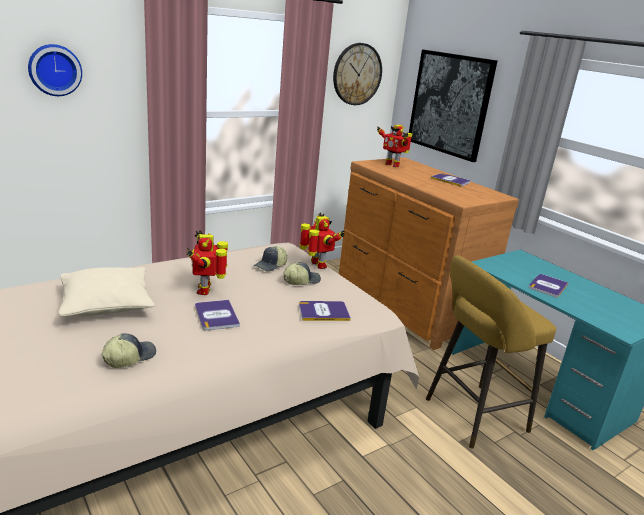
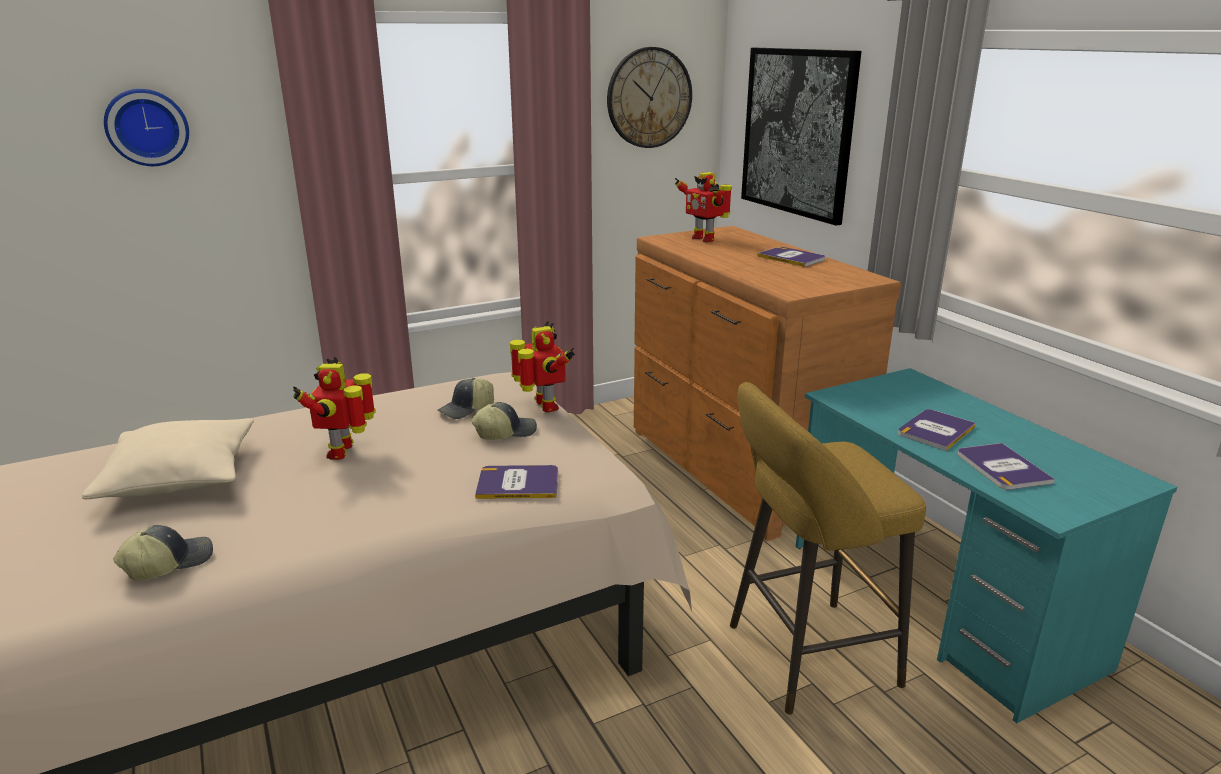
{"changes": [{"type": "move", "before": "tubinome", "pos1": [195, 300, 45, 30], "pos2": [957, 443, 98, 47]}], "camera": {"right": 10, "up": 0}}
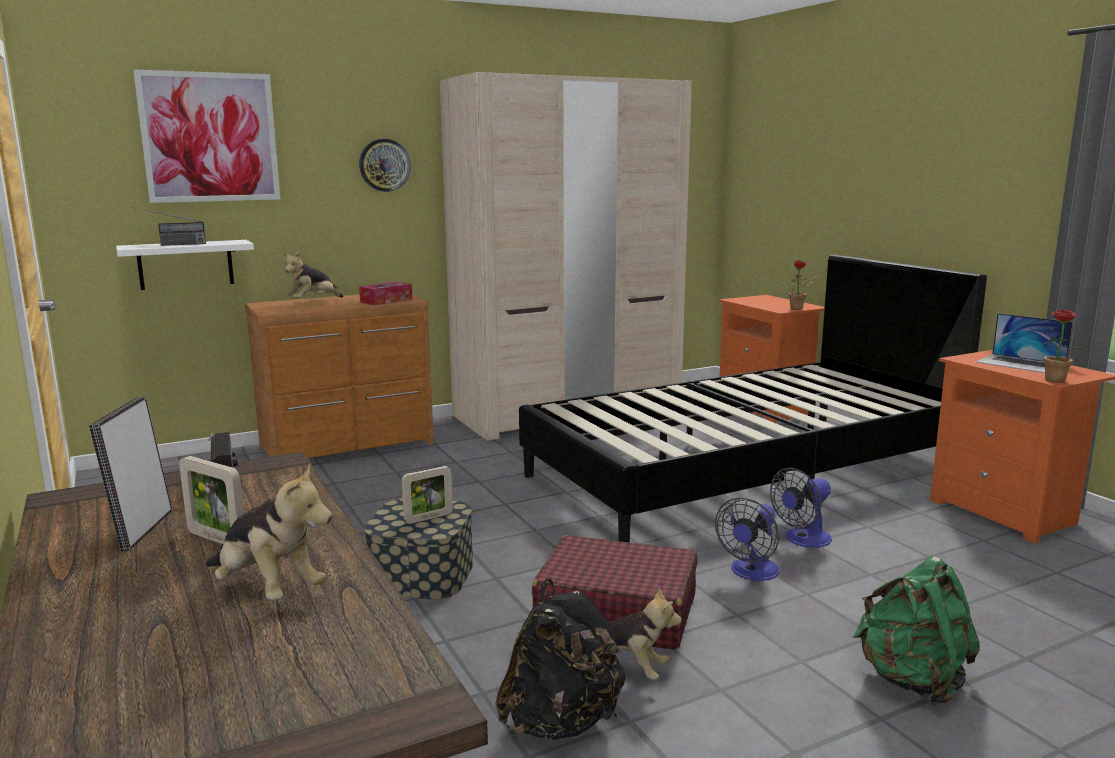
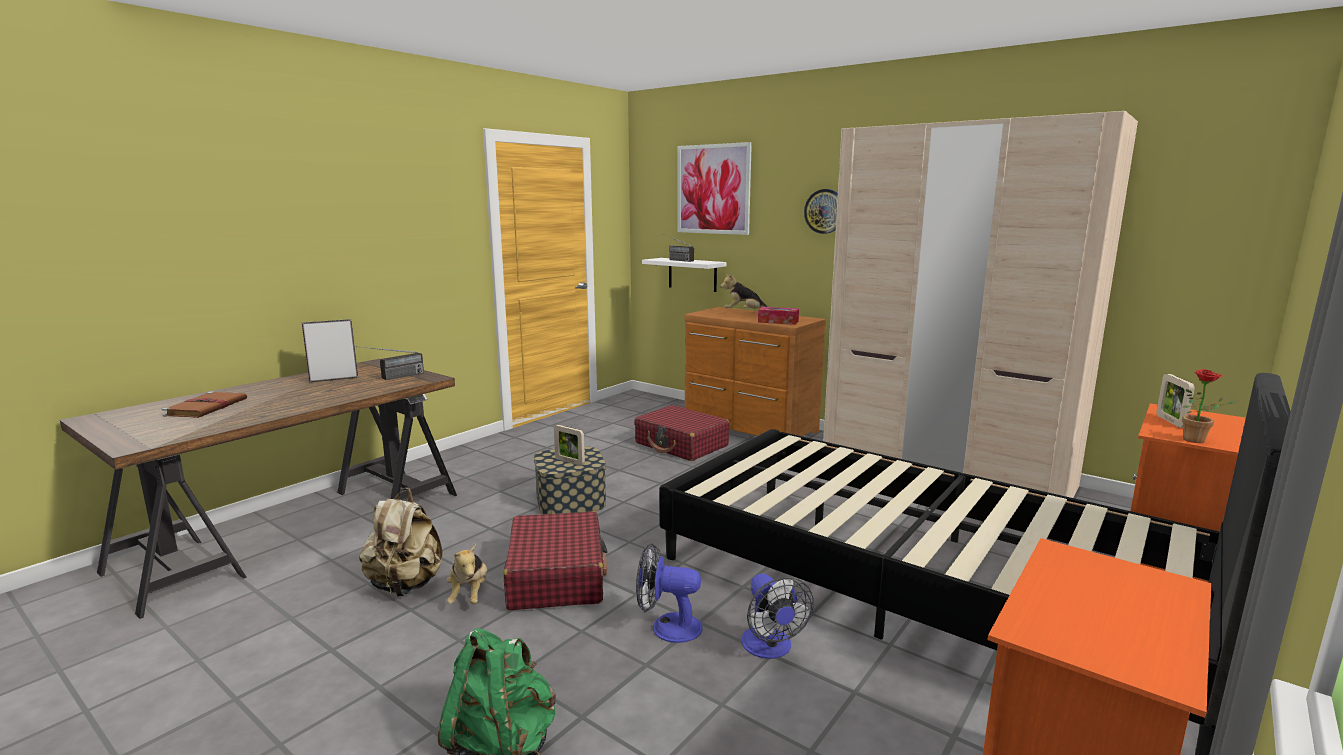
{"changes": [{"type": "insert", "after": "tubinome (brown)", "pos2": [162, 391, 85, 27]}, {"type": "recolor", "before": "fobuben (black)", "after": "fobuben (beige)", "pos1": [495, 578, 131, 162], "pos2": [359, 488, 84, 109]}, {"type": "insert", "after": "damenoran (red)", "pos2": [634, 405, 95, 56]}, {"type": "rotate", "before": "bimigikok", "pos1": [770, 468, 62, 80], "pos2": [742, 574, 72, 85], "turn": -135}, {"type": "move", "before": "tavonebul", "pos1": [179, 456, 65, 88], "pos2": [1156, 374, 39, 54]}, {"type": "delete", "before": "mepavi", "pos1": [206, 463, 126, 137]}, {"type": "delete", "before": "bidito", "pos1": [976, 313, 97, 60]}, {"type": "delete", "before": "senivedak", "pos1": [1043, 310, 43, 73]}], "camera": {"right": 65, "up": 0}}
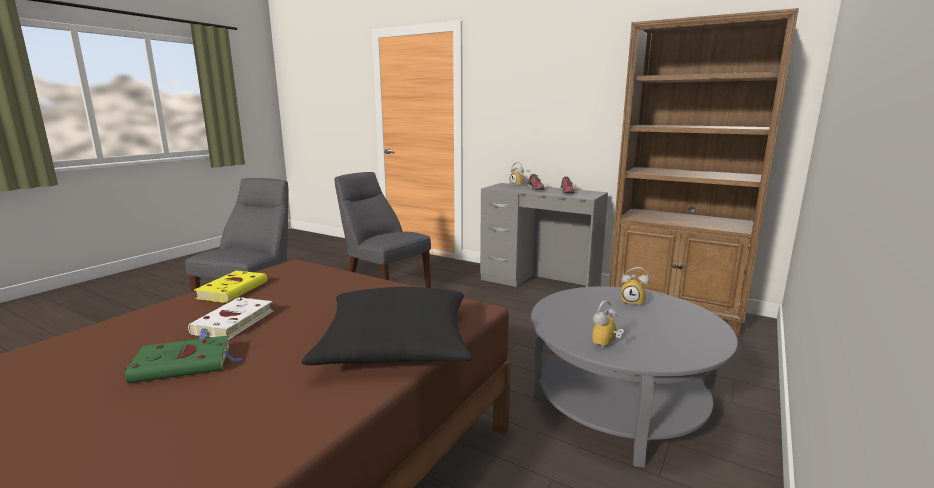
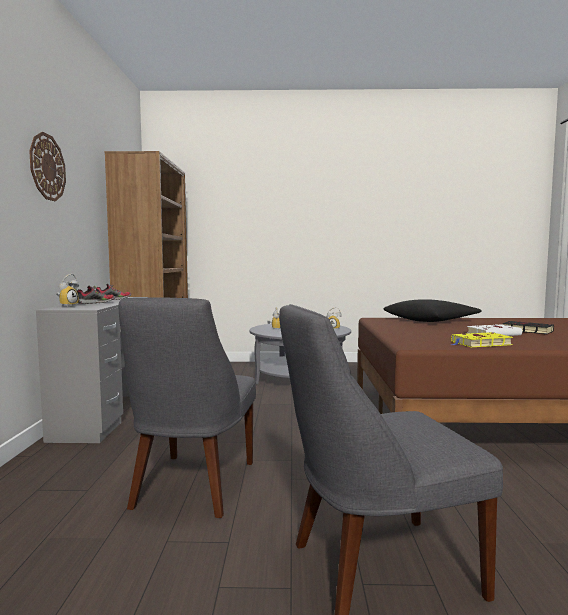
{"changes": [{"type": "insert", "after": "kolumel", "pos2": [29, 132, 37, 69]}, {"type": "recolor", "before": "tubinome (green)", "after": "tubinome (black)", "pos1": [125, 335, 119, 48], "pos2": [502, 321, 52, 13]}], "camera": {"right": -120, "up": -10}}
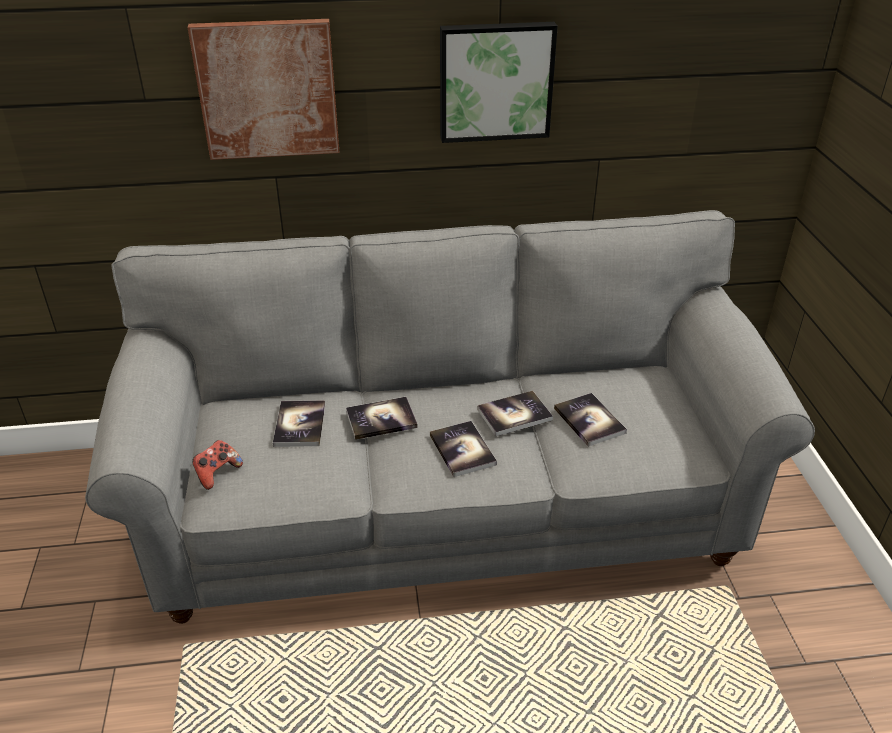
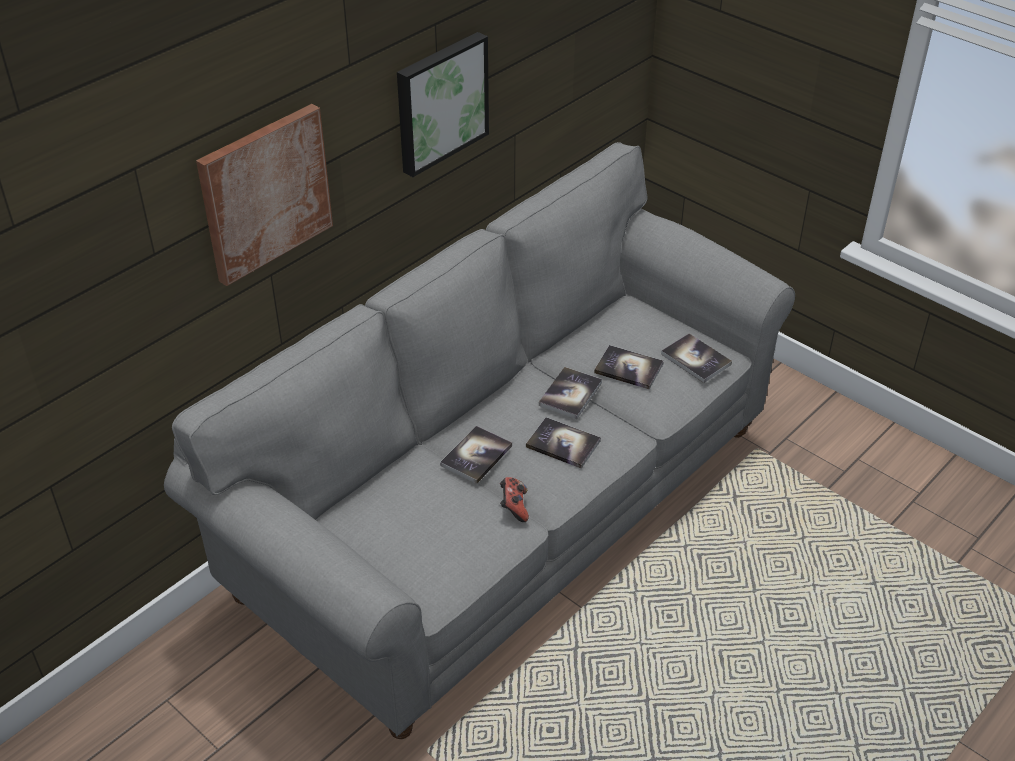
{"changes": [{"type": "move", "before": "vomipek", "pos1": [193, 440, 50, 50], "pos2": [500, 477, 29, 45]}, {"type": "move", "before": "tubinome", "pos1": [273, 400, 52, 47], "pos2": [661, 333, 71, 50]}], "camera": {"right": -40, "up": 5}}
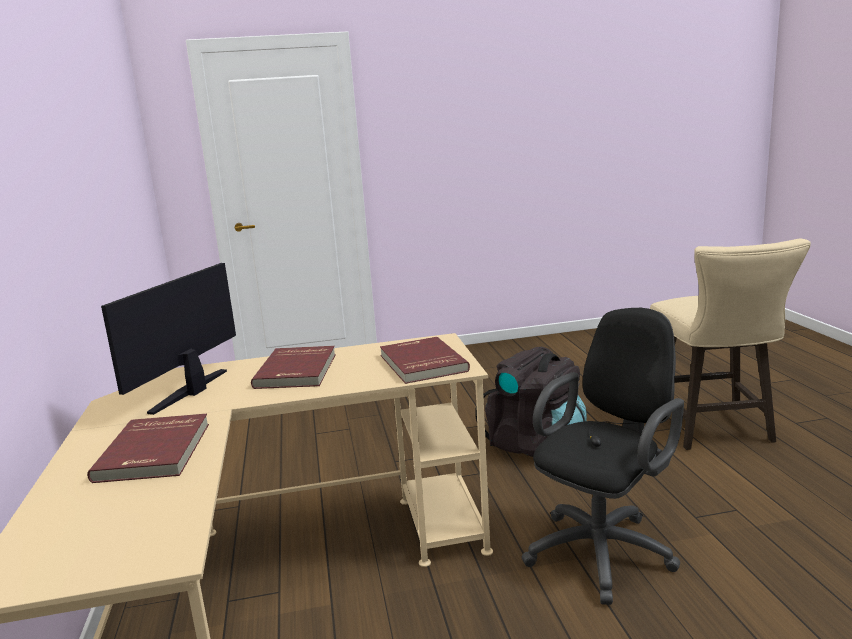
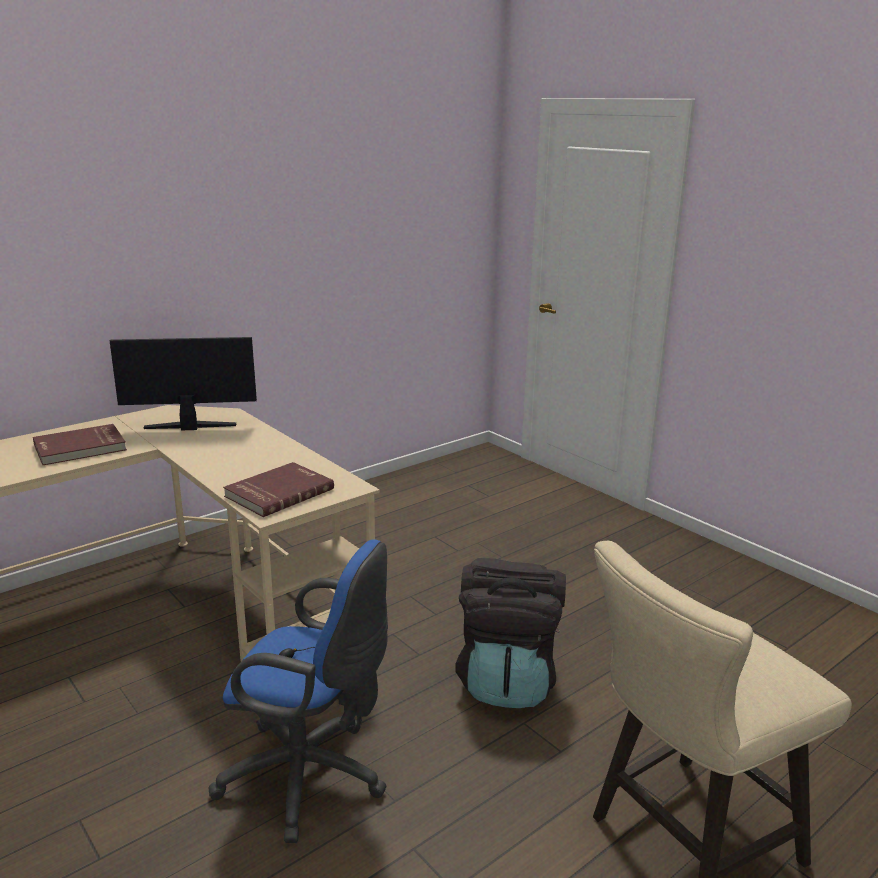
{"changes": [{"type": "recolor", "before": "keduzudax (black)", "after": "keduzudax (blue)", "pos1": [522, 308, 162, 297], "pos2": [209, 539, 179, 304]}, {"type": "delete", "before": "tubinome (red)", "pos1": [251, 346, 85, 43]}], "camera": {"right": 60, "up": 5}}
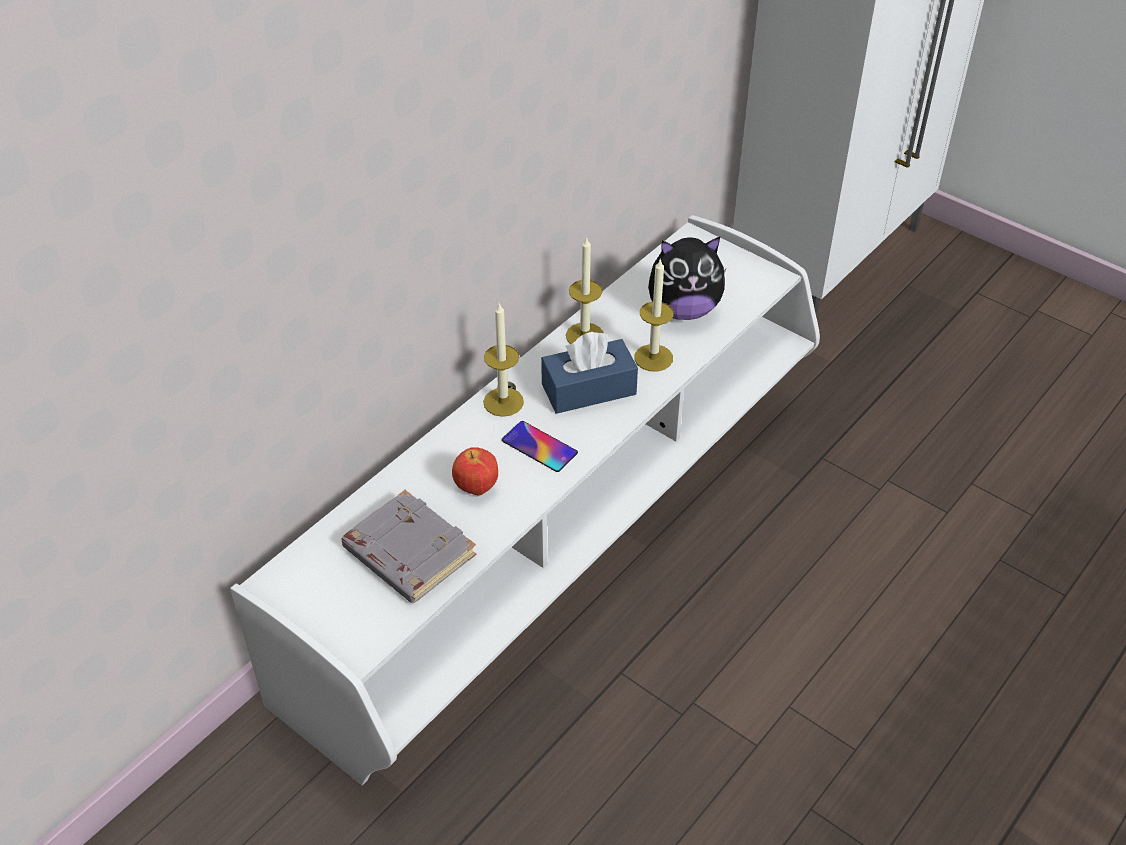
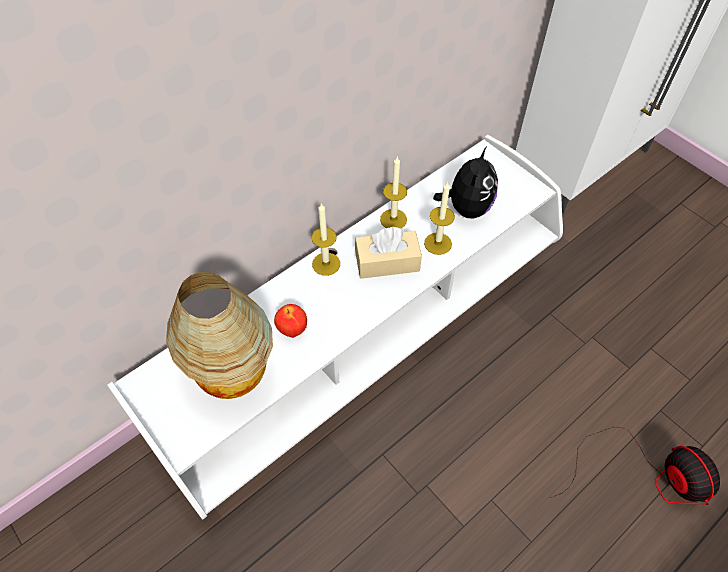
{"changes": [{"type": "replace", "before": "tubinome (grey)", "after": "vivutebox", "pos1": [341, 490, 136, 113], "pos2": [166, 272, 107, 127]}, {"type": "recolor", "before": "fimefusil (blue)", "after": "fimefusil (beige)", "pos1": [541, 332, 97, 82], "pos2": [355, 227, 67, 52]}, {"type": "rotate", "before": "mepavi", "pos1": [648, 237, 78, 83], "pos2": [433, 147, 65, 72], "turn": -75}, {"type": "insert", "after": "bimigikok", "pos2": [550, 427, 170, 78]}, {"type": "delete", "before": "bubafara", "pos1": [502, 421, 76, 51]}], "camera": {"right": 10, "up": 10}}
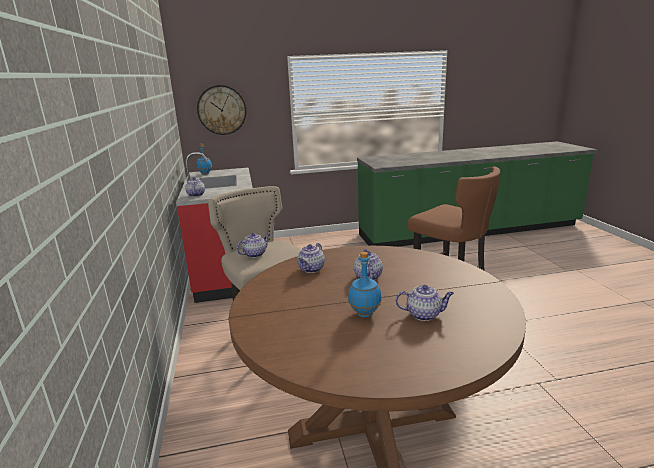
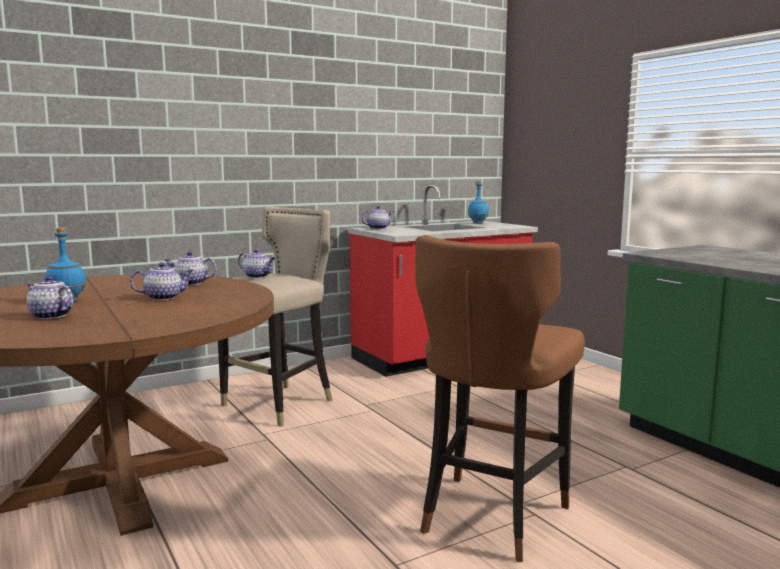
{"changes": [{"type": "rotate", "before": "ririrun", "pos1": [396, 285, 58, 36], "pos2": [27, 276, 47, 43], "turn": 135}, {"type": "delete", "before": "kolumel", "pos1": [197, 85, 49, 50]}], "camera": {"right": 70, "up": -10}}
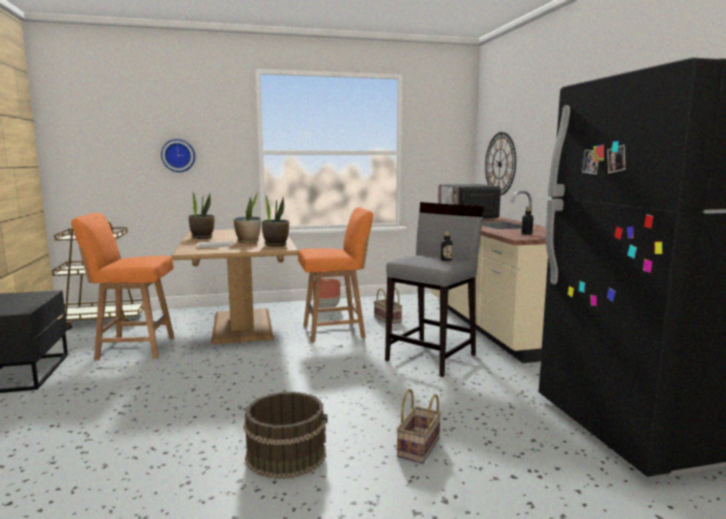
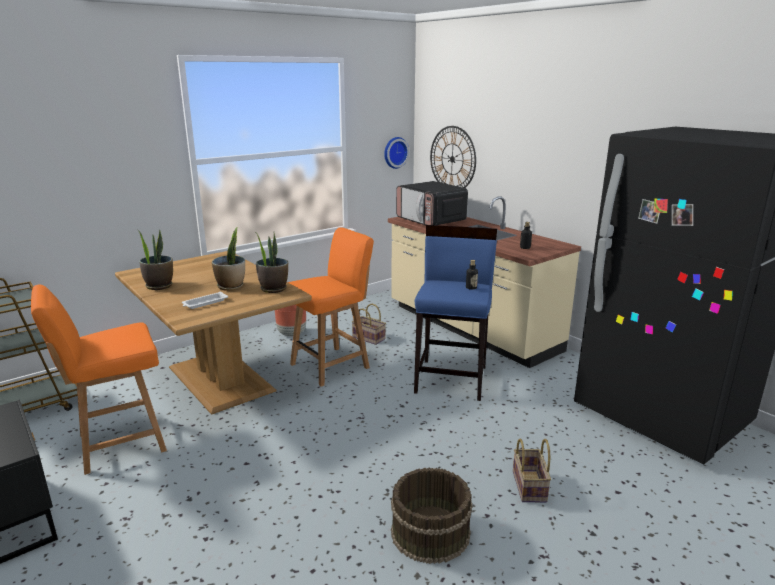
{"changes": [{"type": "move", "before": "kolumel", "pos1": [161, 139, 34, 33], "pos2": [384, 137, 25, 32]}, {"type": "recolor", "before": "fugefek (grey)", "after": "fugefek (blue)", "pos1": [385, 202, 99, 175], "pos2": [414, 225, 83, 176]}], "camera": {"right": -25, "up": 10}}
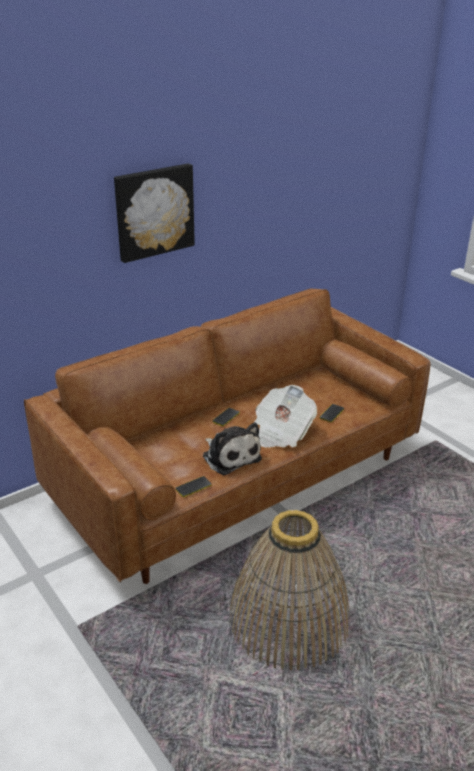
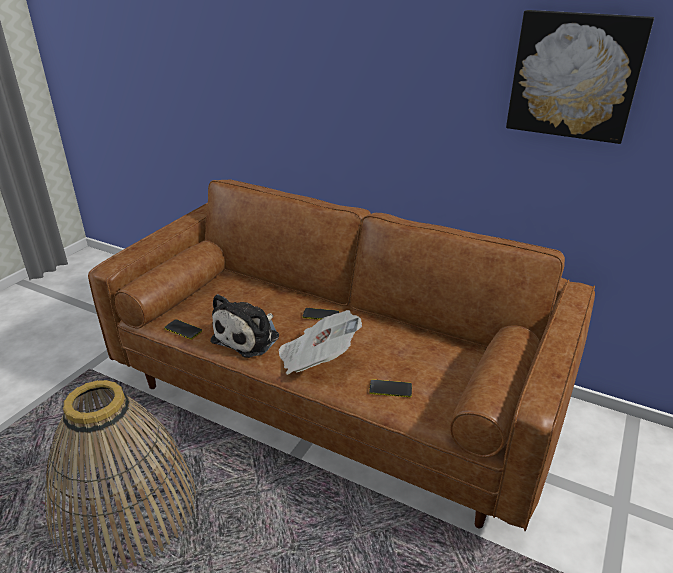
{"changes": [{"type": "move", "before": "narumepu", "pos1": [114, 163, 81, 100], "pos2": [506, 10, 148, 134]}], "camera": {"right": 65, "up": 0}}
